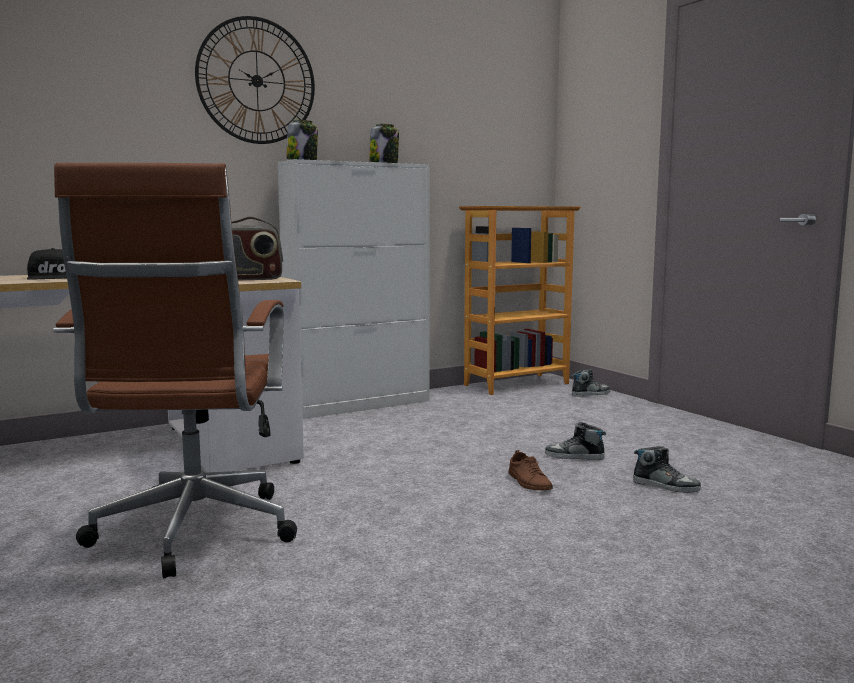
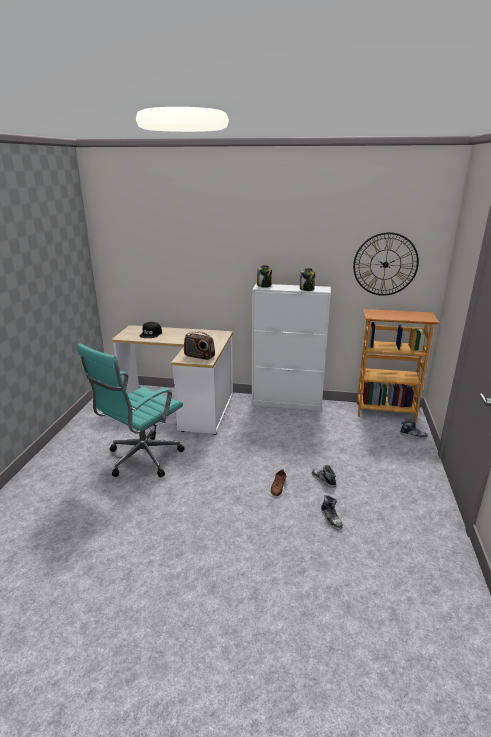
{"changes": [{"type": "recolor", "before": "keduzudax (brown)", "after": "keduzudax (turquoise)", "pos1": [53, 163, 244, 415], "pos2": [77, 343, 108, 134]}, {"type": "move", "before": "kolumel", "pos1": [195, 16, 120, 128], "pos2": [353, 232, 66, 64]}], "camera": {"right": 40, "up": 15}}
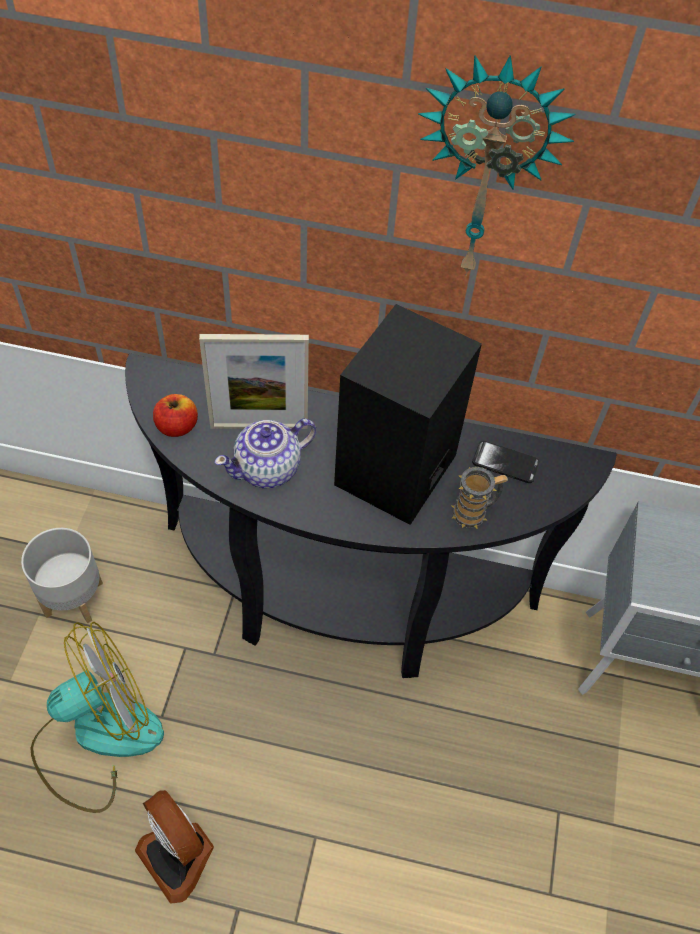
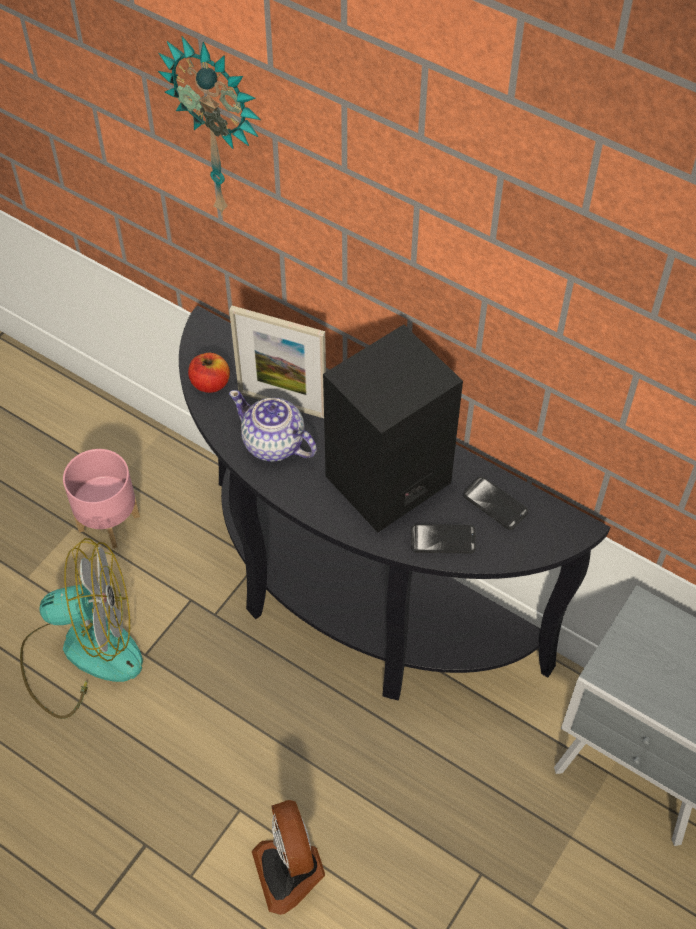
{"changes": [{"type": "recolor", "before": "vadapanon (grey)", "after": "vadapanon (pink)", "pos1": [21, 528, 82, 95], "pos2": [63, 449, 77, 100]}, {"type": "move", "before": "kolumel", "pos1": [418, 55, 158, 221], "pos2": [158, 36, 103, 179]}, {"type": "rotate", "before": "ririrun", "pos1": [215, 419, 101, 69], "pos2": [229, 390, 88, 72], "turn": 45}, {"type": "move", "before": "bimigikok", "pos1": [135, 790, 79, 114], "pos2": [252, 800, 73, 115]}, {"type": "replace", "before": "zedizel", "after": "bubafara", "pos1": [452, 467, 56, 61], "pos2": [411, 524, 65, 29]}], "camera": {"right": 25, "up": 0}}
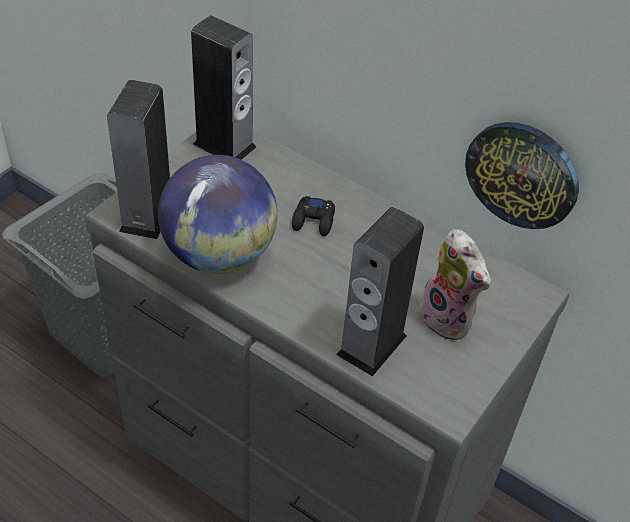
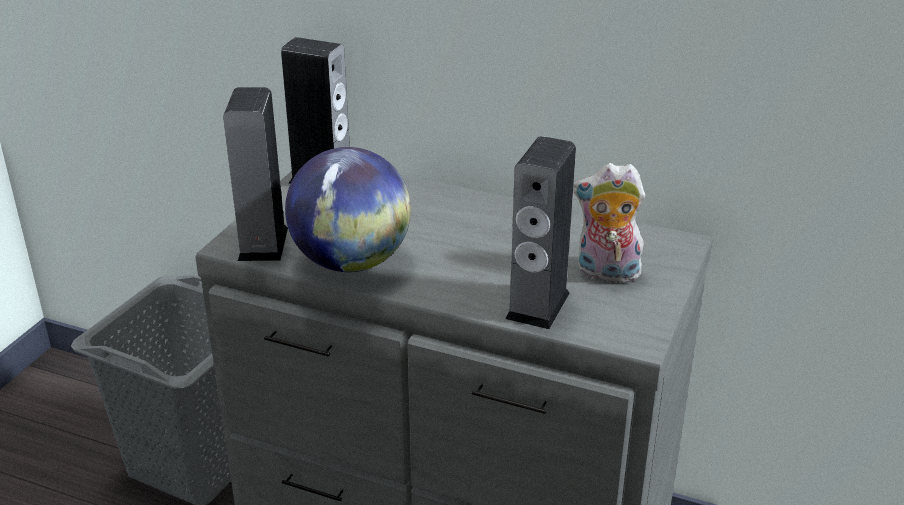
{"changes": [{"type": "rotate", "before": "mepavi", "pos1": [415, 229, 76, 111], "pos2": [573, 163, 72, 120], "turn": 150}, {"type": "delete", "before": "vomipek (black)", "pos1": [292, 196, 43, 40]}, {"type": "delete", "before": "kolumel", "pos1": [465, 122, 114, 107]}], "camera": {"right": -10, "up": -15}}
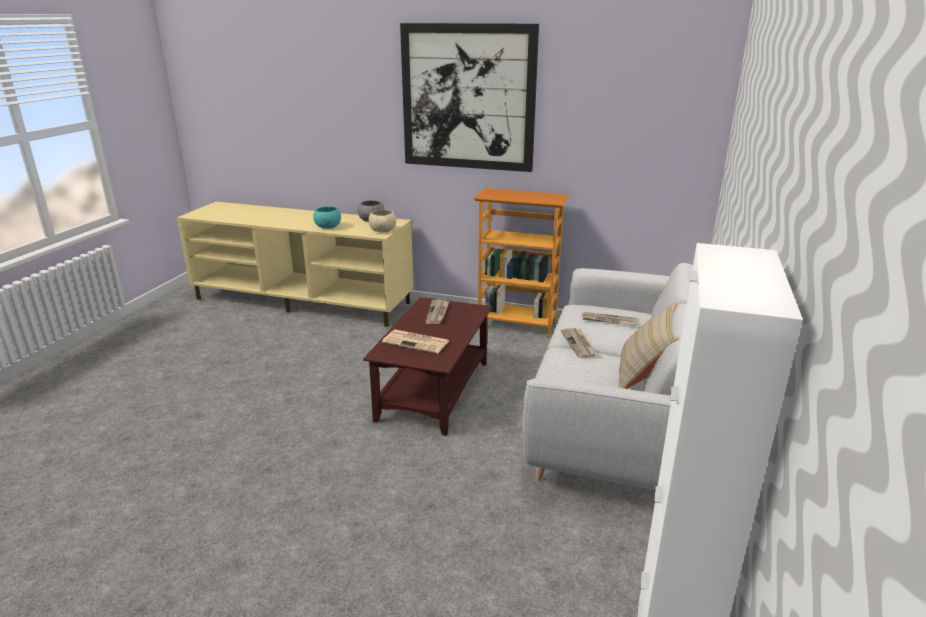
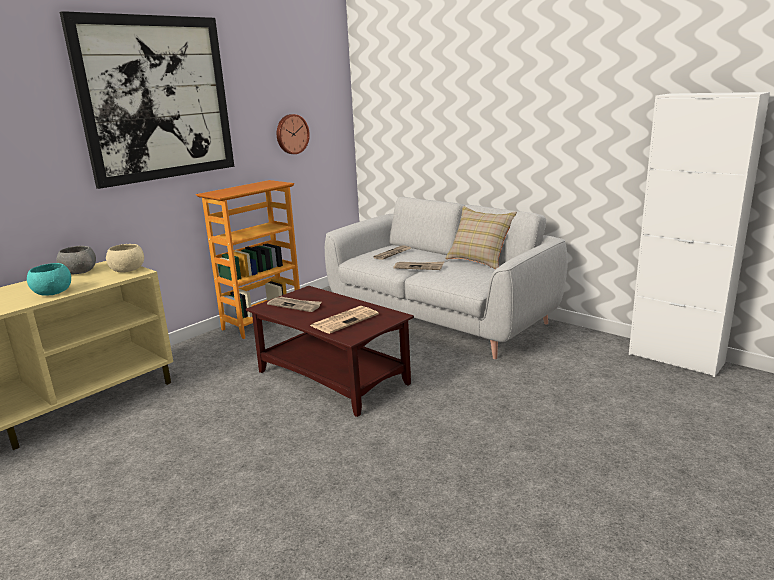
{"changes": [{"type": "insert", "after": "kolumel", "pos2": [277, 114, 33, 40]}], "camera": {"right": -65, "up": -5}}
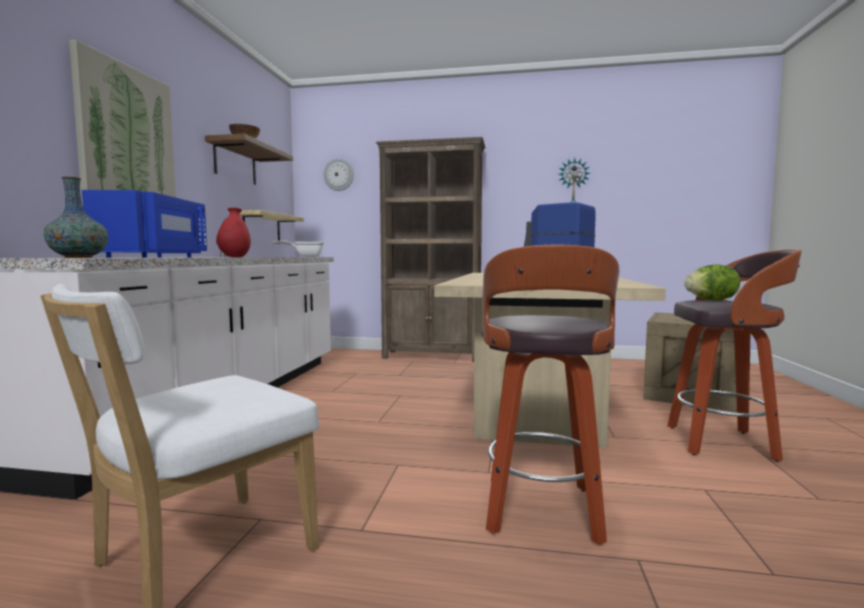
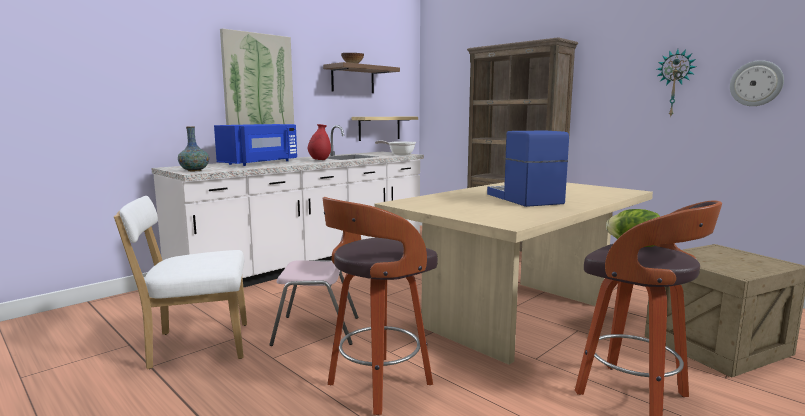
{"changes": [{"type": "insert", "after": "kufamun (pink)", "pos2": [269, 234, 89, 112]}, {"type": "move", "before": "kolumel", "pos1": [324, 158, 30, 33], "pos2": [730, 60, 54, 46]}], "camera": {"right": 35, "up": 5}}
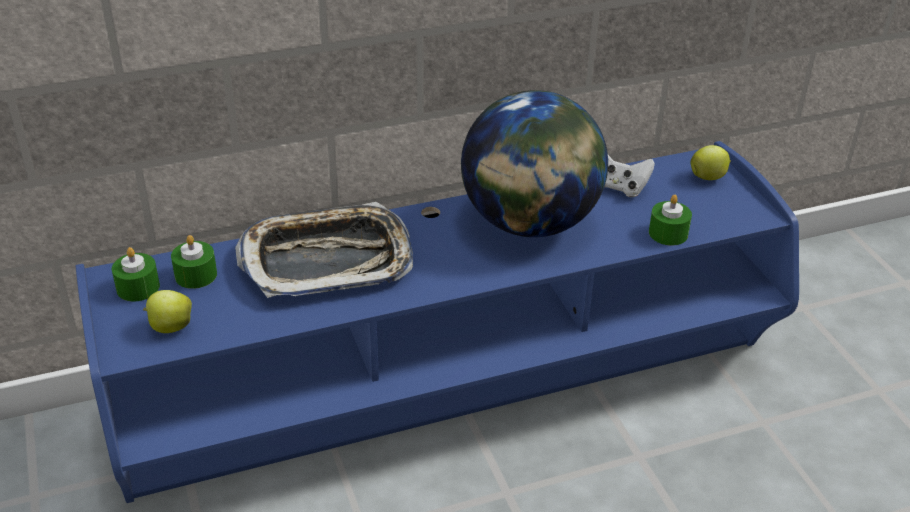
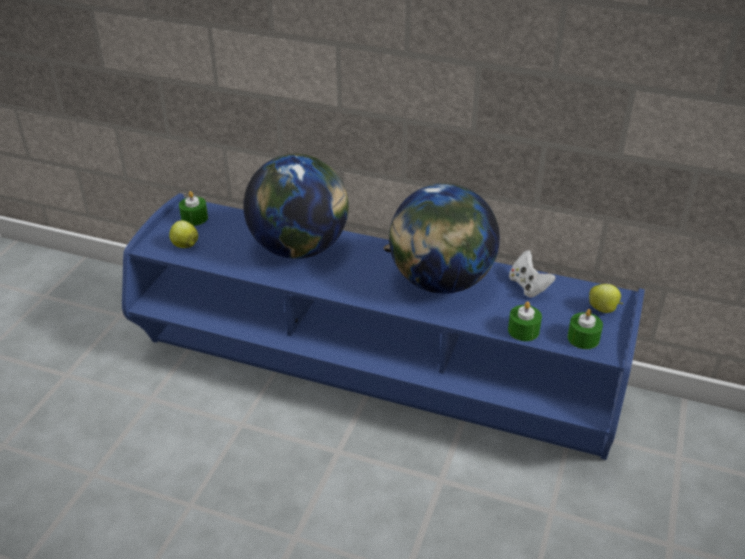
{"changes": [{"type": "replace", "before": "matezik", "after": "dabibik", "pos1": [235, 202, 178, 96], "pos2": [243, 154, 106, 105]}, {"type": "move", "before": "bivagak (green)", "pos1": [171, 235, 46, 54], "pos2": [567, 309, 36, 40]}], "camera": {"right": 40, "up": 0}}
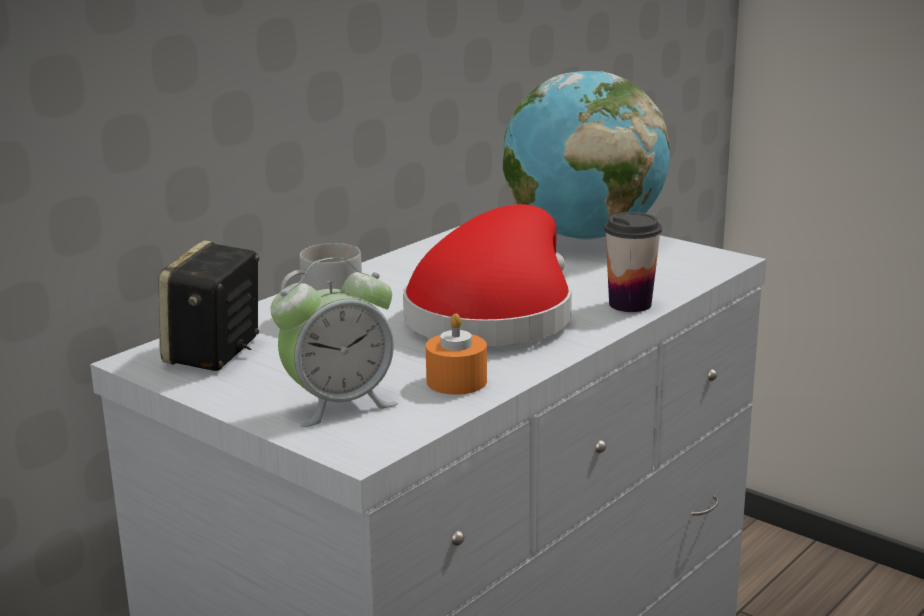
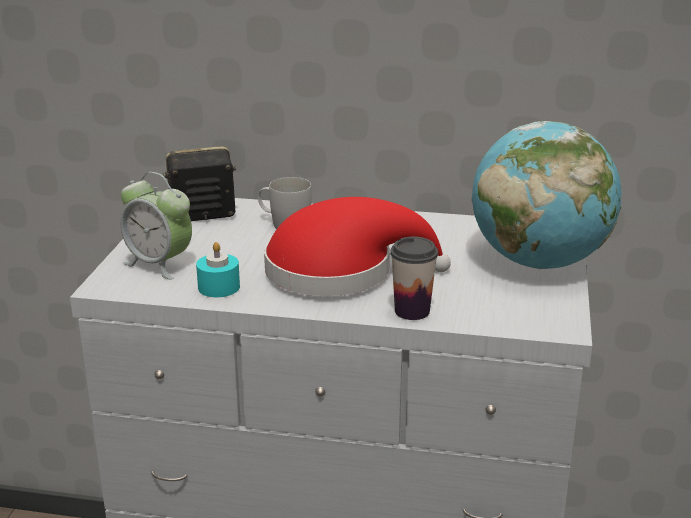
{"changes": [{"type": "recolor", "before": "bivagak (orange)", "after": "bivagak (turquoise)", "pos1": [426, 314, 61, 81], "pos2": [196, 242, 44, 55]}], "camera": {"right": 60, "up": 5}}
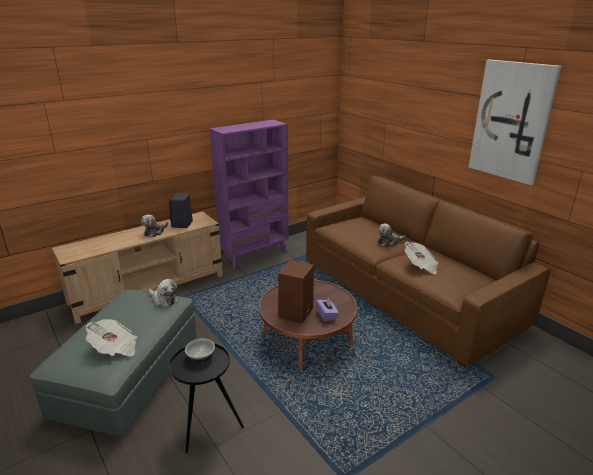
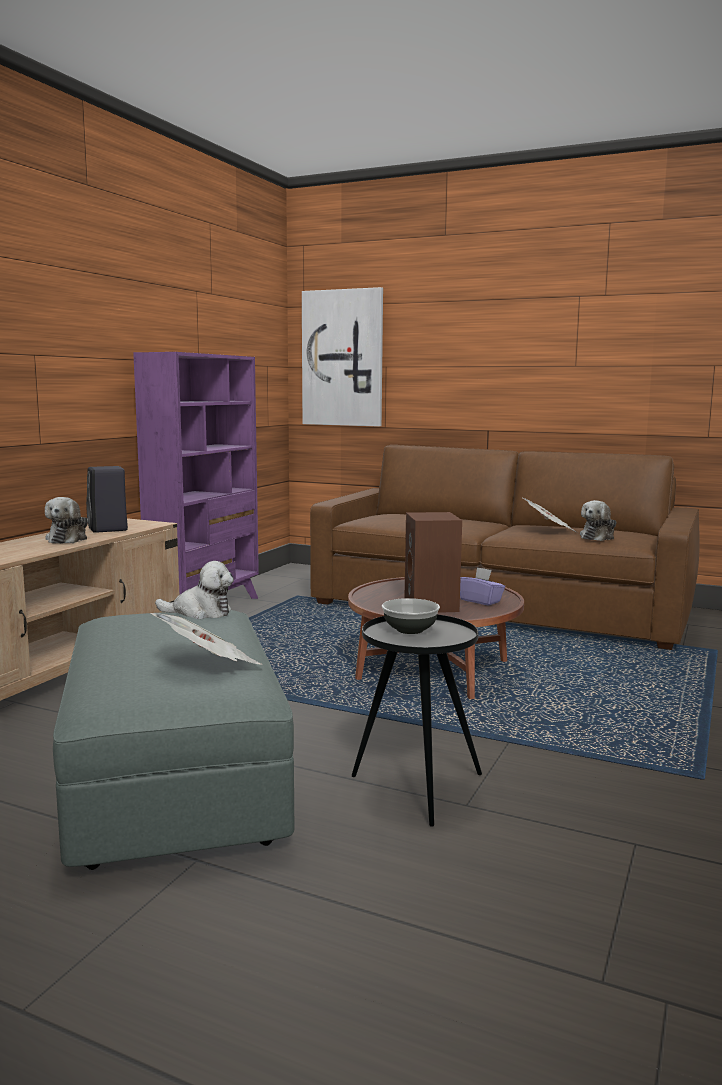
{"changes": [{"type": "move", "before": "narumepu", "pos1": [469, 59, 92, 126], "pos2": [302, 287, 81, 140]}, {"type": "move", "before": "mepavi", "pos1": [378, 224, 28, 23], "pos2": [580, 500, 37, 41]}], "camera": {"right": -30, "up": -15}}
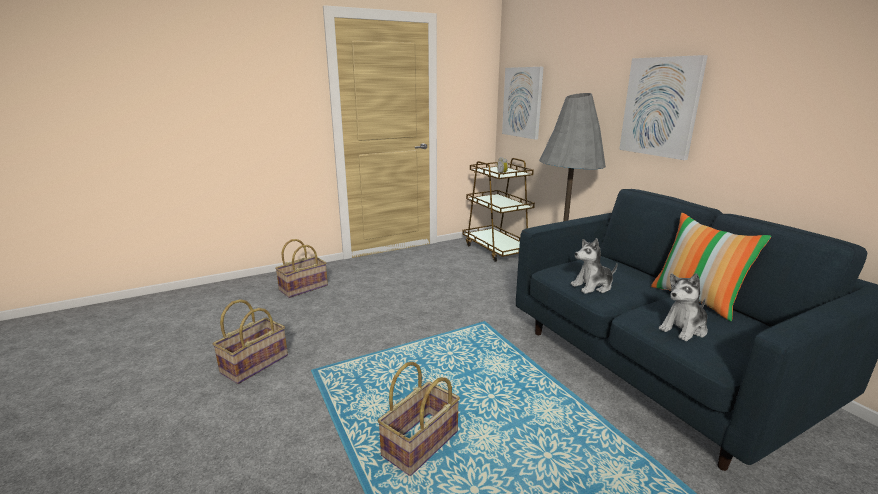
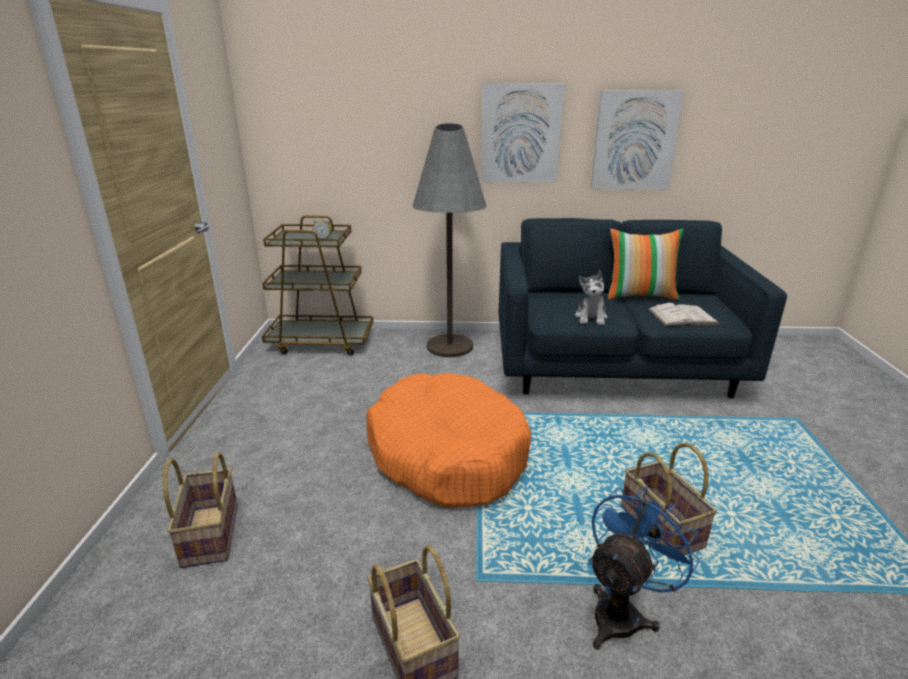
{"changes": [{"type": "insert", "after": "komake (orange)", "pos2": [366, 373, 165, 135]}, {"type": "insert", "after": "bimigikok (blue)", "pos2": [588, 486, 112, 164]}, {"type": "move", "before": "narumepu", "pos1": [502, 67, 42, 73], "pos2": [591, 90, 93, 100]}, {"type": "replace", "before": "mepavi", "after": "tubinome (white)", "pos1": [658, 273, 50, 68], "pos2": [648, 303, 72, 23]}], "camera": {"right": -60, "up": 5}}
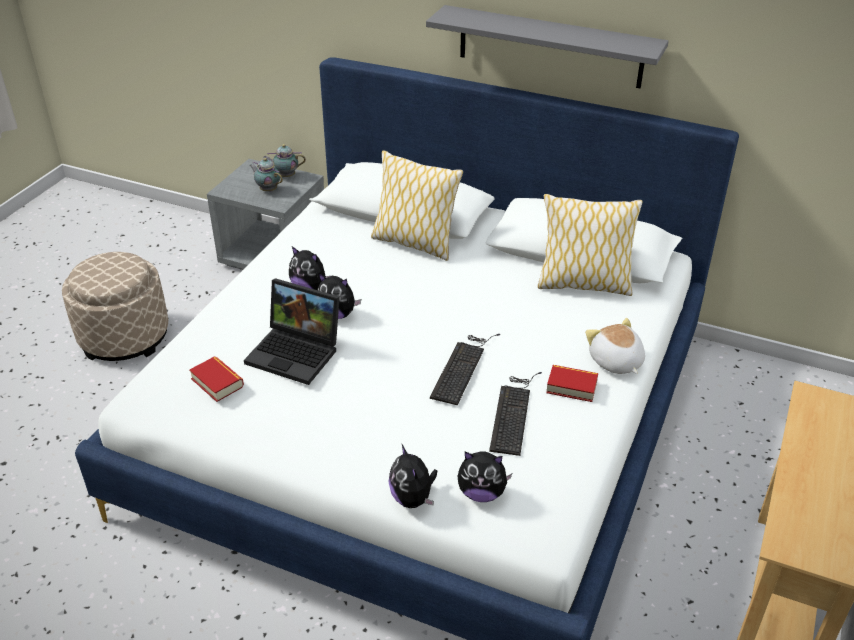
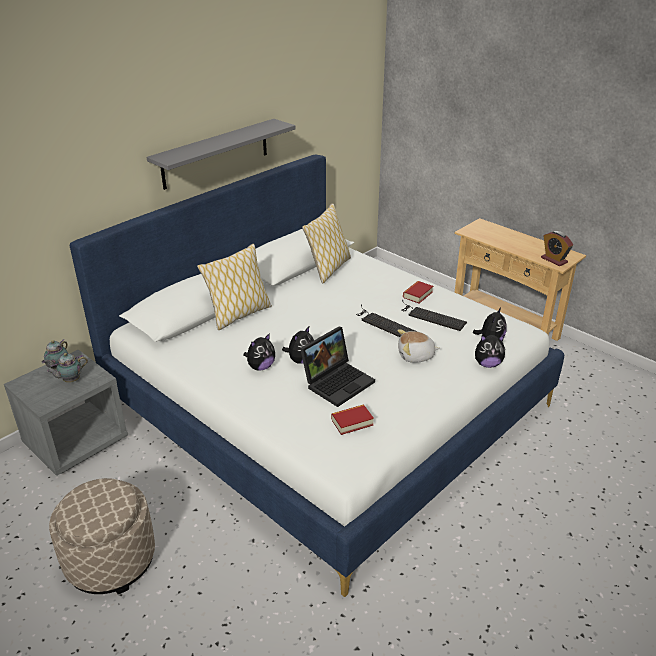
{"changes": [{"type": "move", "before": "mepavi", "pos1": [585, 318, 60, 56], "pos2": [398, 329, 42, 34]}, {"type": "insert", "after": "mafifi", "pos2": [541, 231, 32, 35]}], "camera": {"right": -70, "up": -5}}
